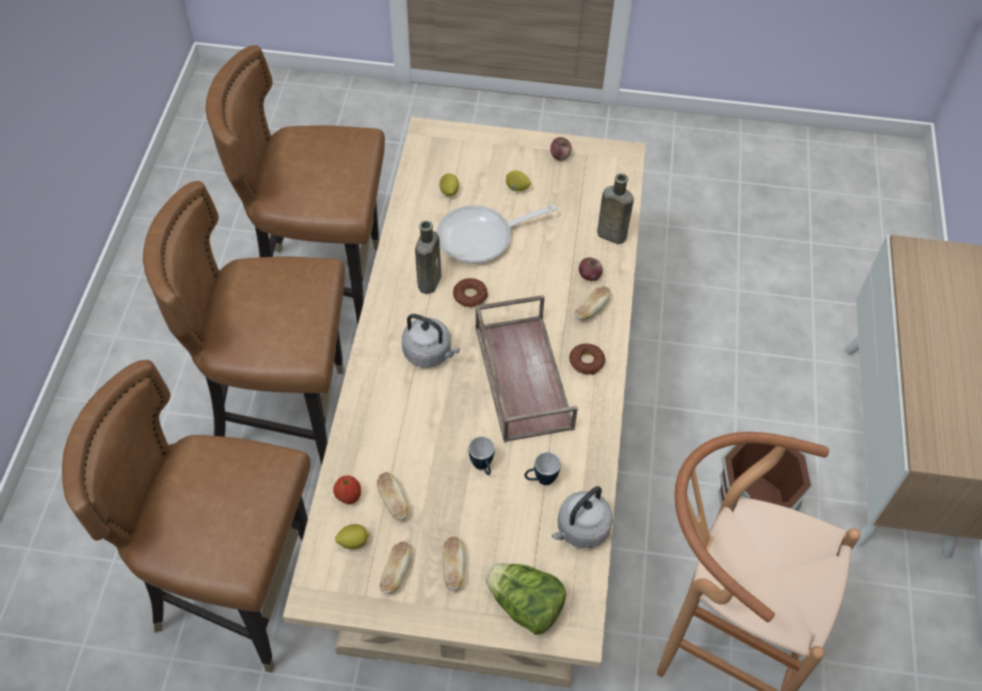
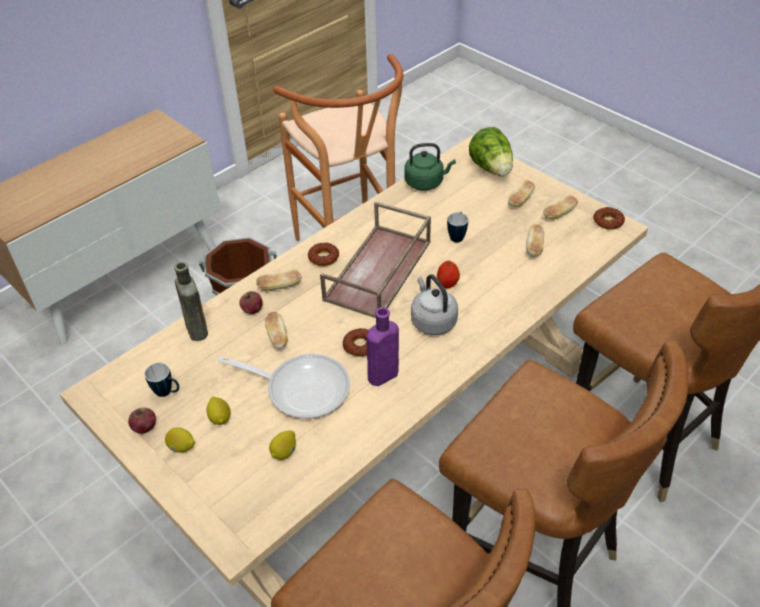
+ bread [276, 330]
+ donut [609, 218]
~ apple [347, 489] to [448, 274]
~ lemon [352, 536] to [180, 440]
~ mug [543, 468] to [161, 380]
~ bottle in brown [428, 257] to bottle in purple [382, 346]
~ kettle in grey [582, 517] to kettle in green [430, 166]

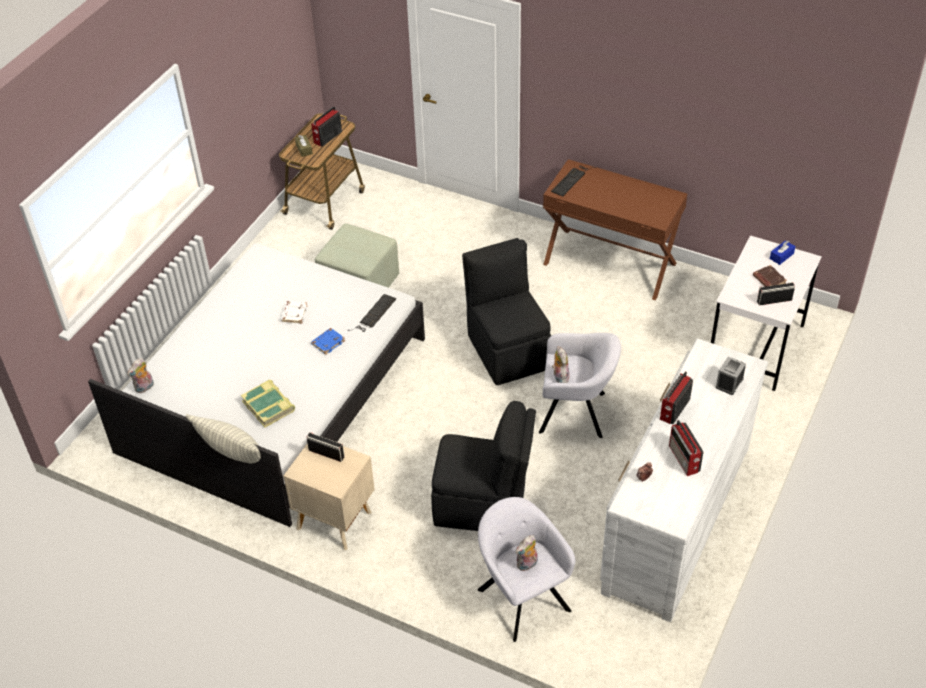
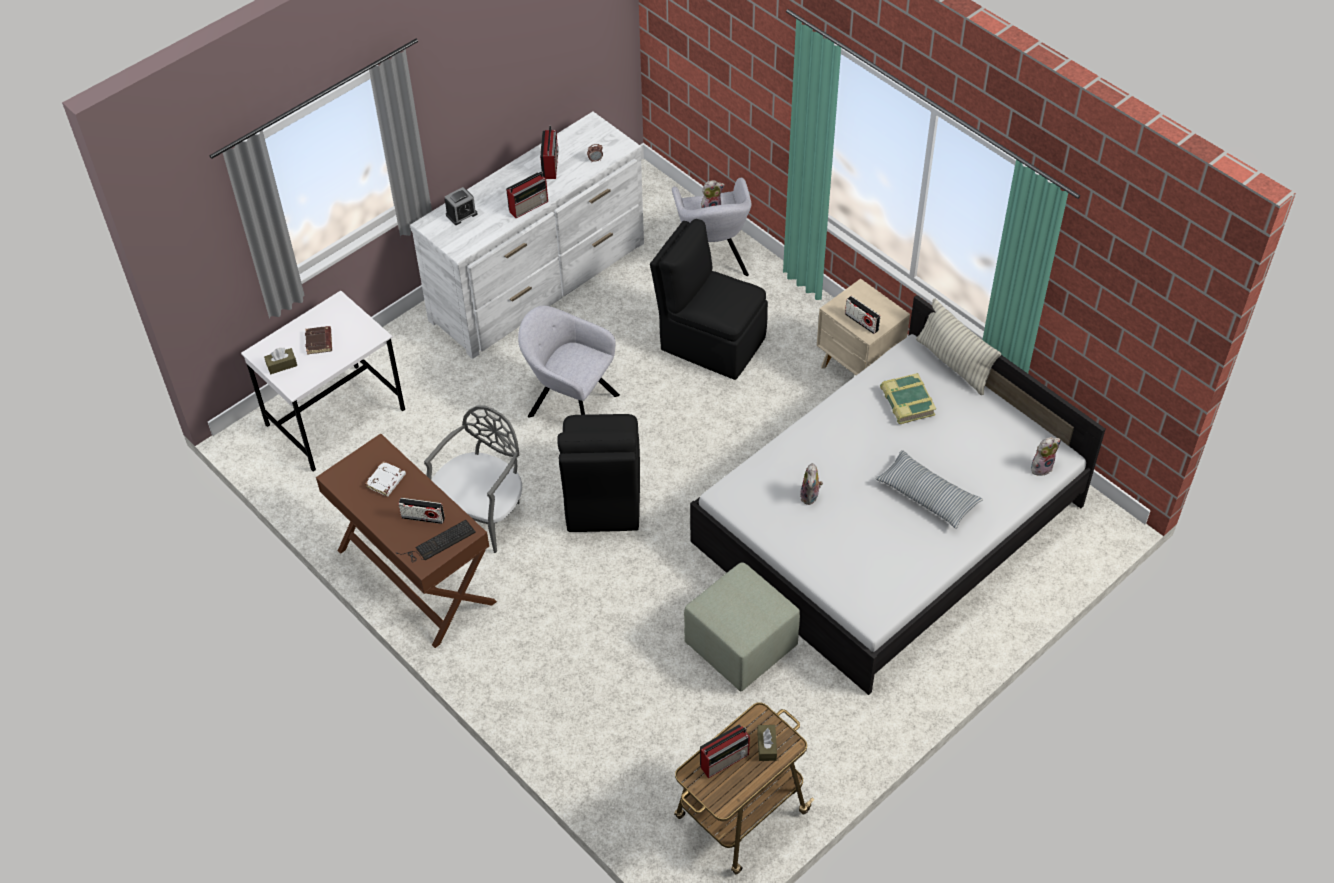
- book in blue [328, 341]
- keyboard [372, 313]
+ chair in grey [473, 479]
+ pillow [929, 489]
~ book in white [294, 312] to [386, 478]
~ plush toy [561, 364] to [811, 484]
~ radio [776, 293] to [421, 511]
~ tissue box in blue [783, 252] to tissue box in brown [280, 361]

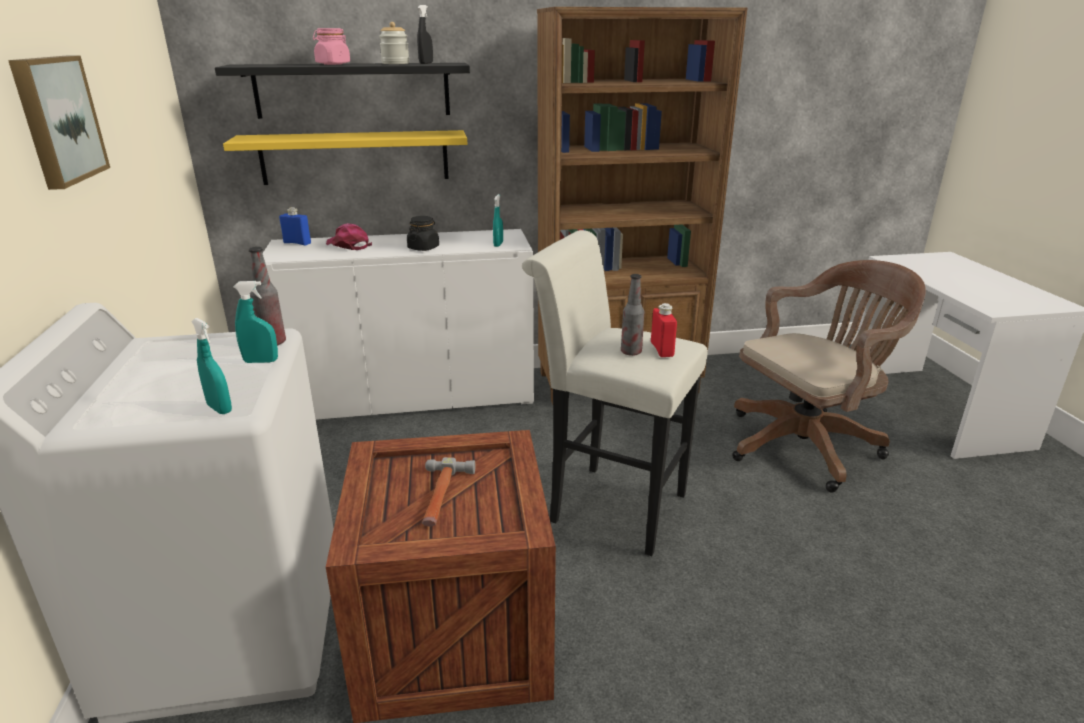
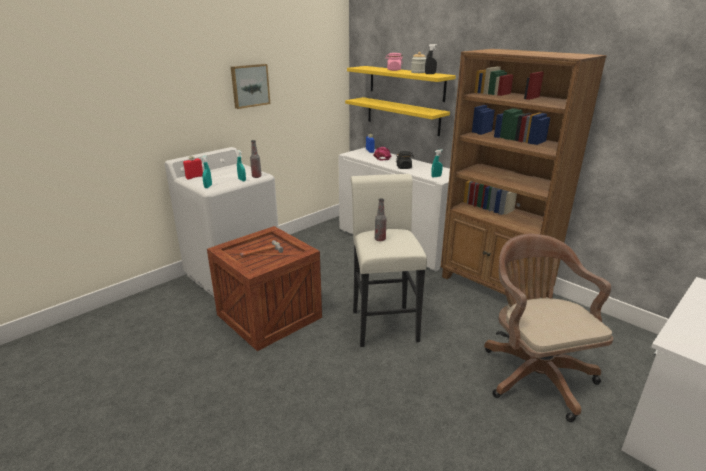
~ bottle in red [664, 330] to [193, 167]
~ shelf in black [342, 91] to shelf in yellow [401, 84]
~ office chair in brown [829, 376] = [548, 328] 135 degrees counterclockwise

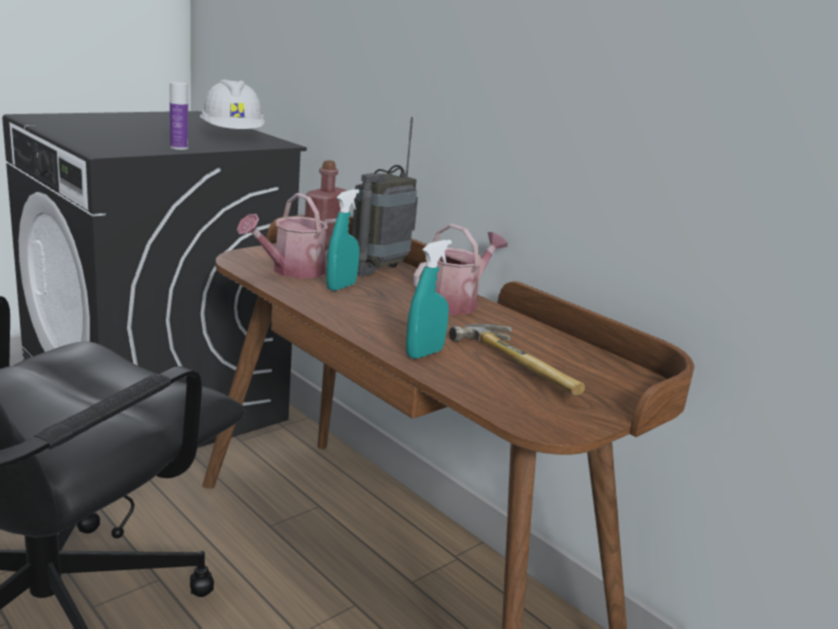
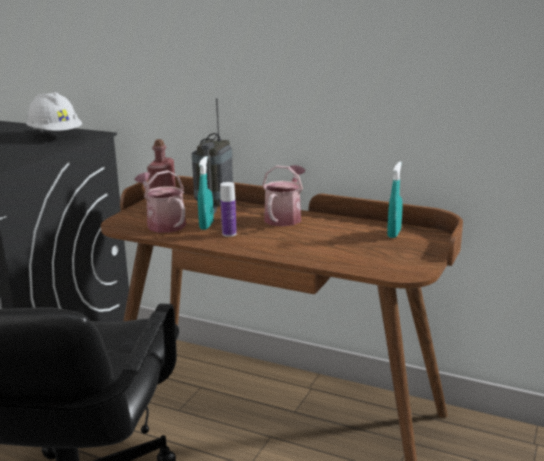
- hammer [517, 360]
~ bottle [179, 116] to [228, 209]
~ spray bottle in turquoise [429, 299] to [395, 200]
~ watering can [286, 236] = [160, 201] 120 degrees clockwise

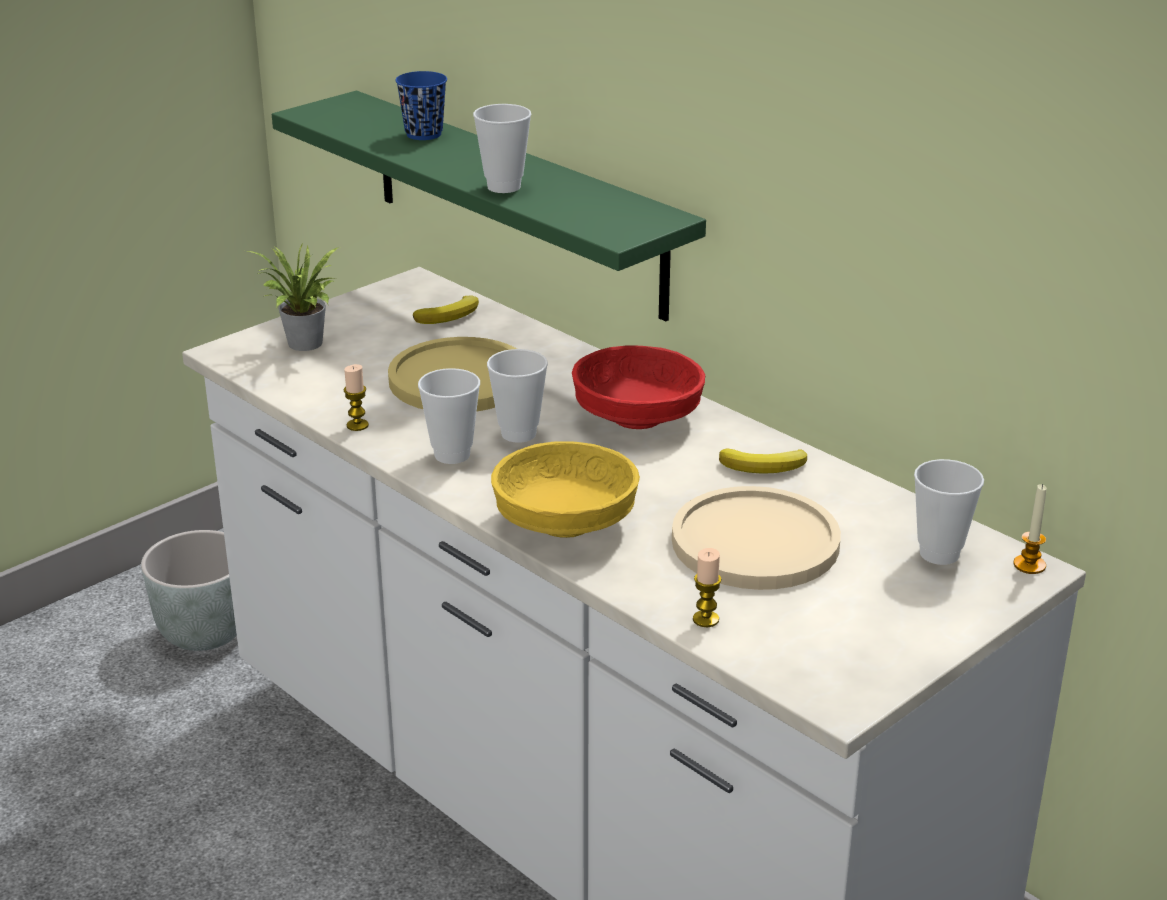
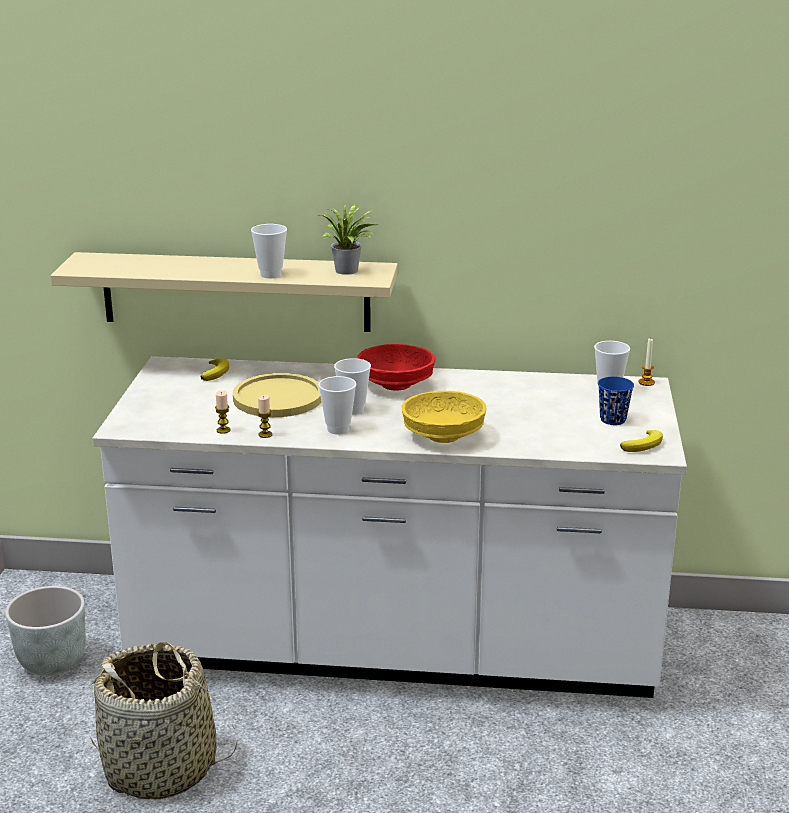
- plate in beige [756, 538]
+ basket [162, 720]
~ potted plant [293, 296] to [348, 238]
~ cup in blue [421, 105] to [616, 401]
~ candle [707, 587] to [223, 412]
~ banana [763, 461] to [641, 441]
~ shelf in green [489, 206] to shelf in beige [224, 292]

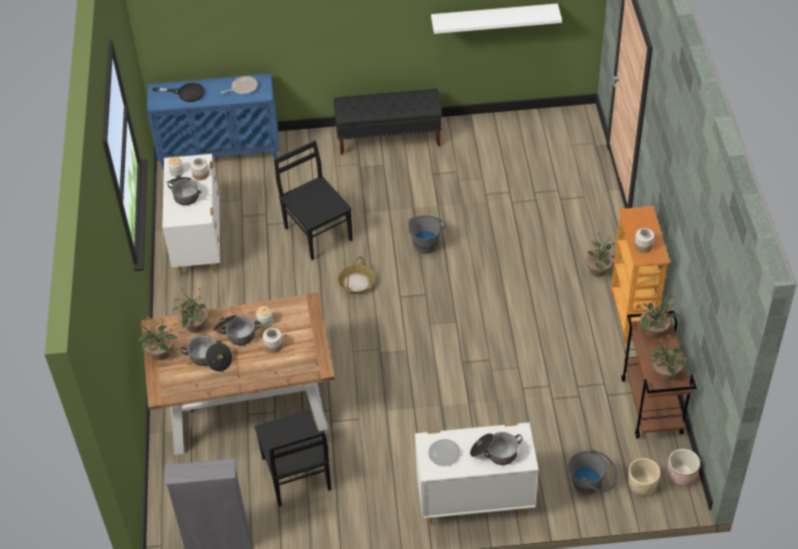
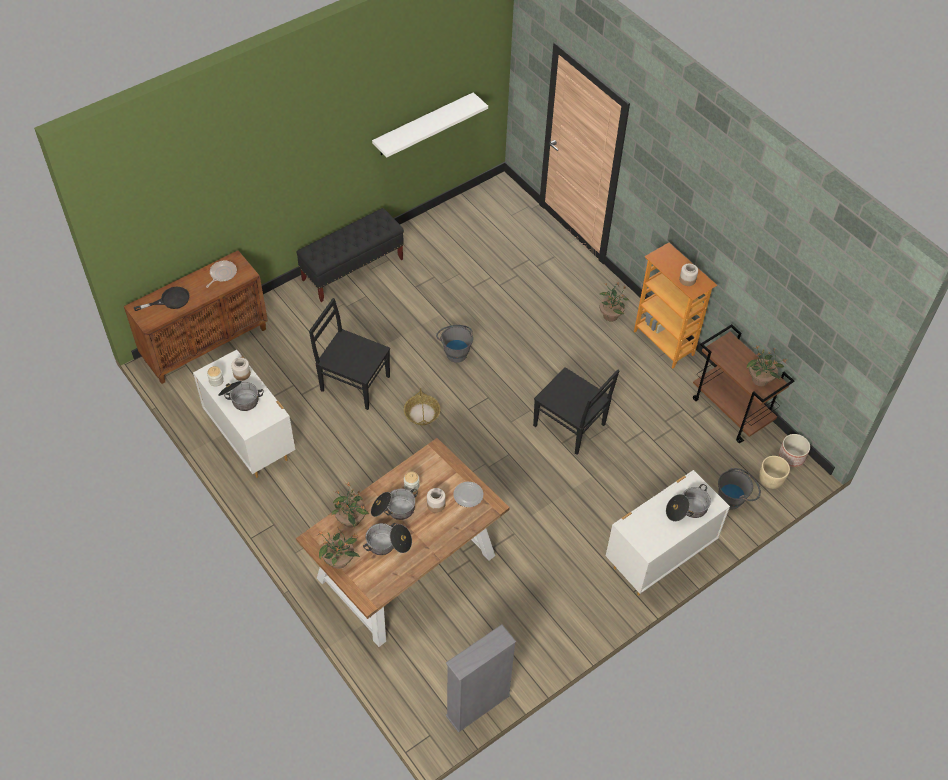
- potted plant [658, 316]
~ chair in black [292, 458] to [576, 411]
~ plate [444, 452] to [468, 494]
~ cabinet in blue [213, 121] to cabinet in brown [196, 317]

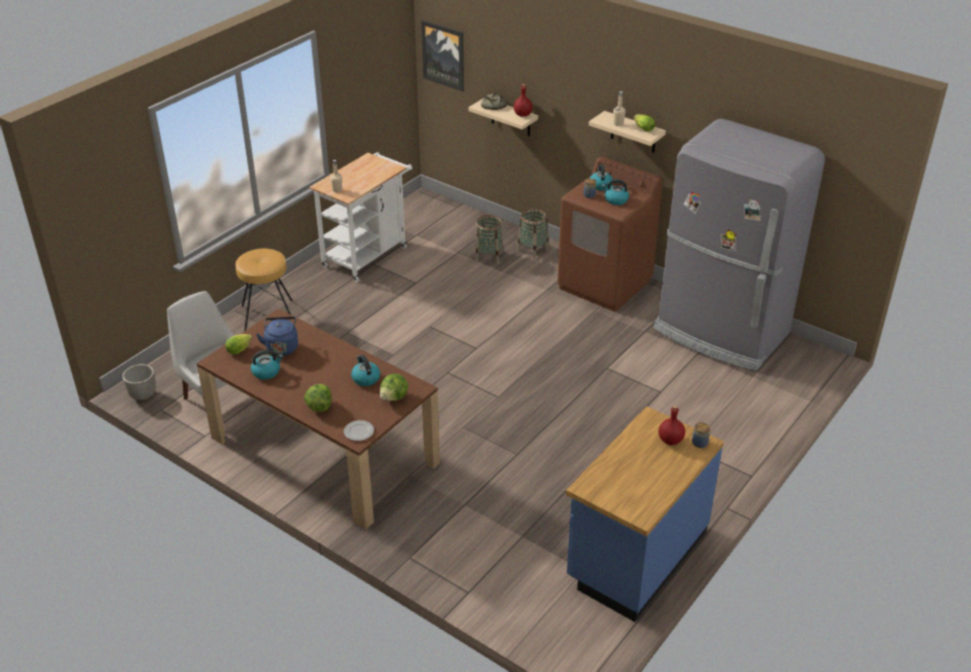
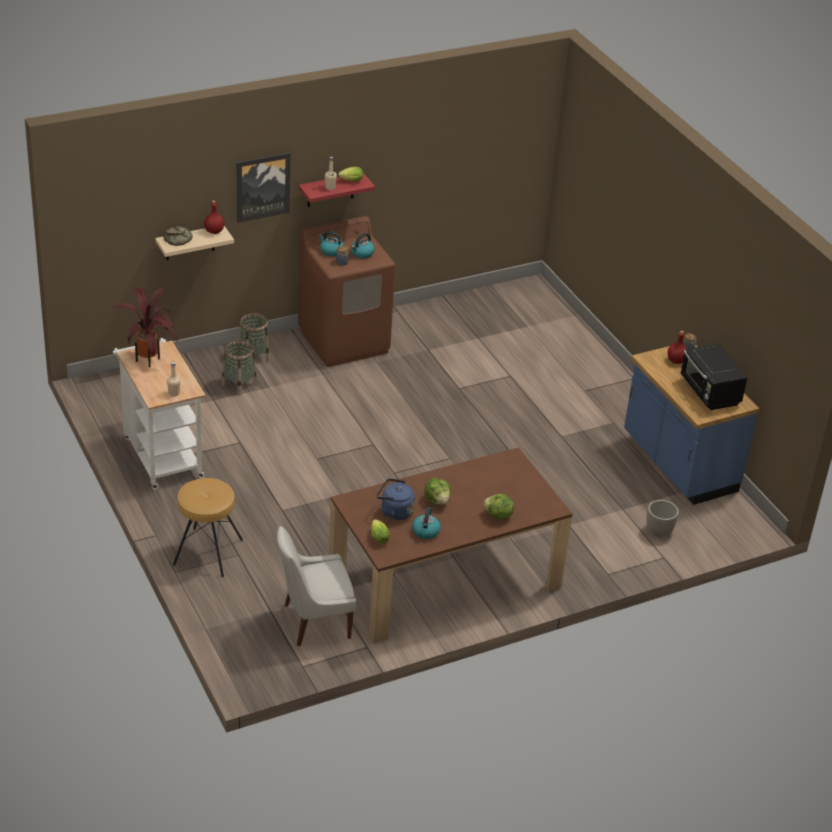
- plate [359, 430]
- kettle [365, 370]
- fridge in grey [739, 245]
+ potted plant [145, 326]
+ microwave in black [713, 376]
~ planter [139, 382] to [663, 518]
~ lettuce [394, 387] to [438, 491]
~ picture [442, 55] to [264, 188]
~ shelf in beige [627, 132] to shelf in red [337, 190]

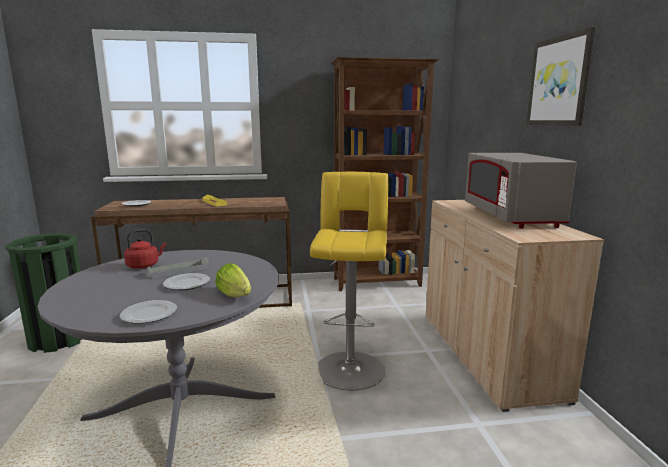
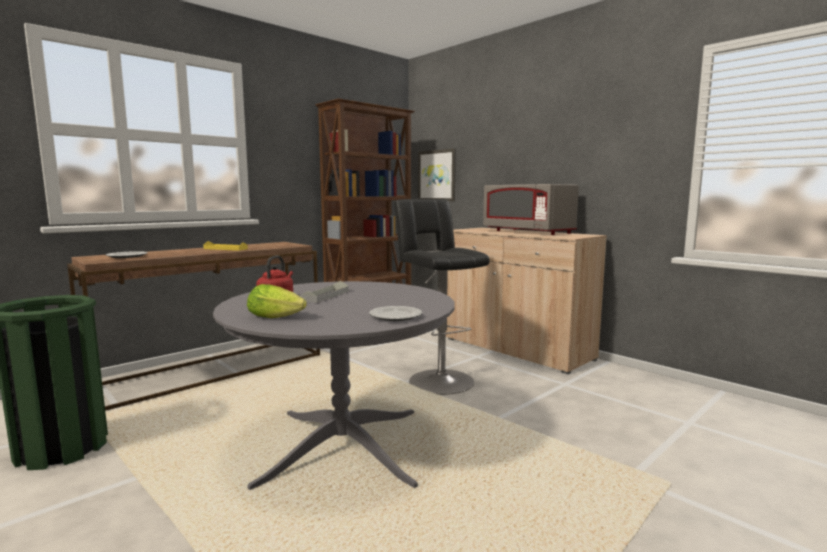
- plate [186, 281]
~ lettuce [233, 280] to [277, 301]
~ picture [561, 76] to [437, 174]
~ stool in yellow [349, 281] to stool in black [441, 297]

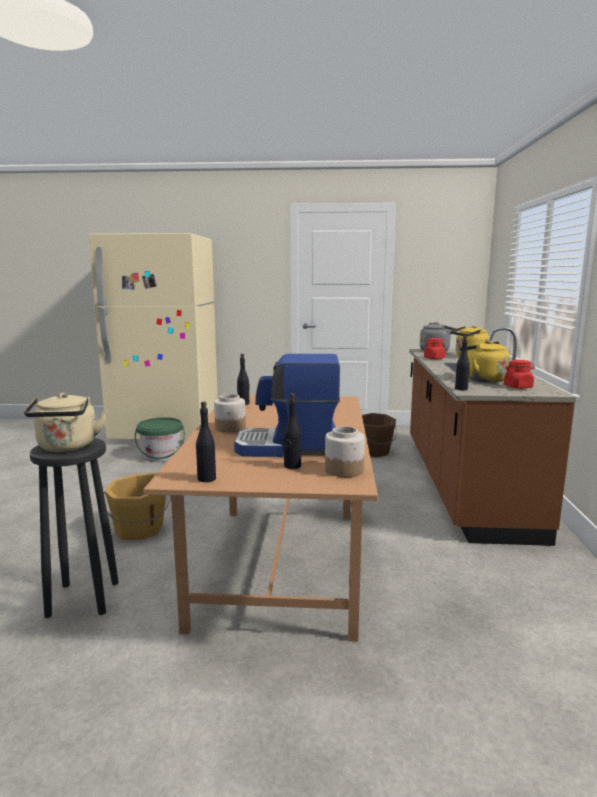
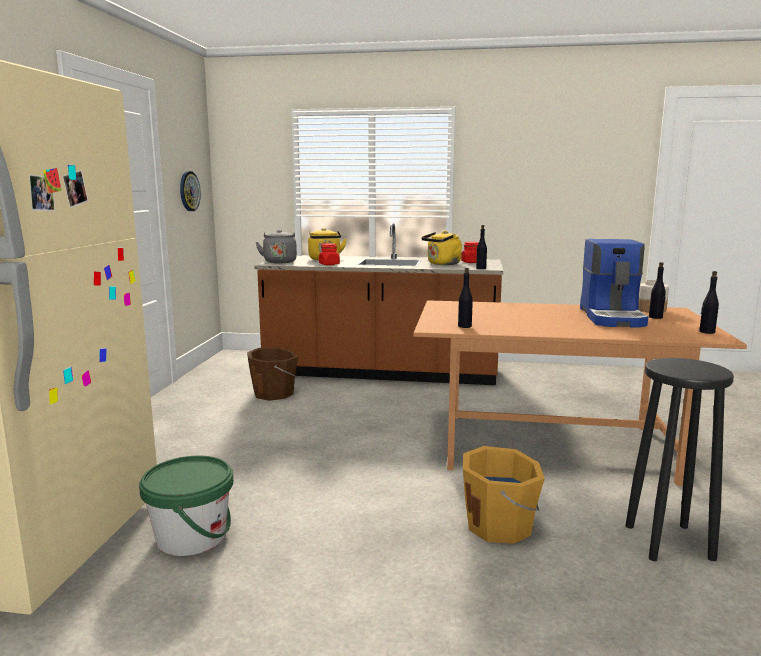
- kettle in beige [65, 422]
- jar [230, 413]
+ wall clock [190, 191]

